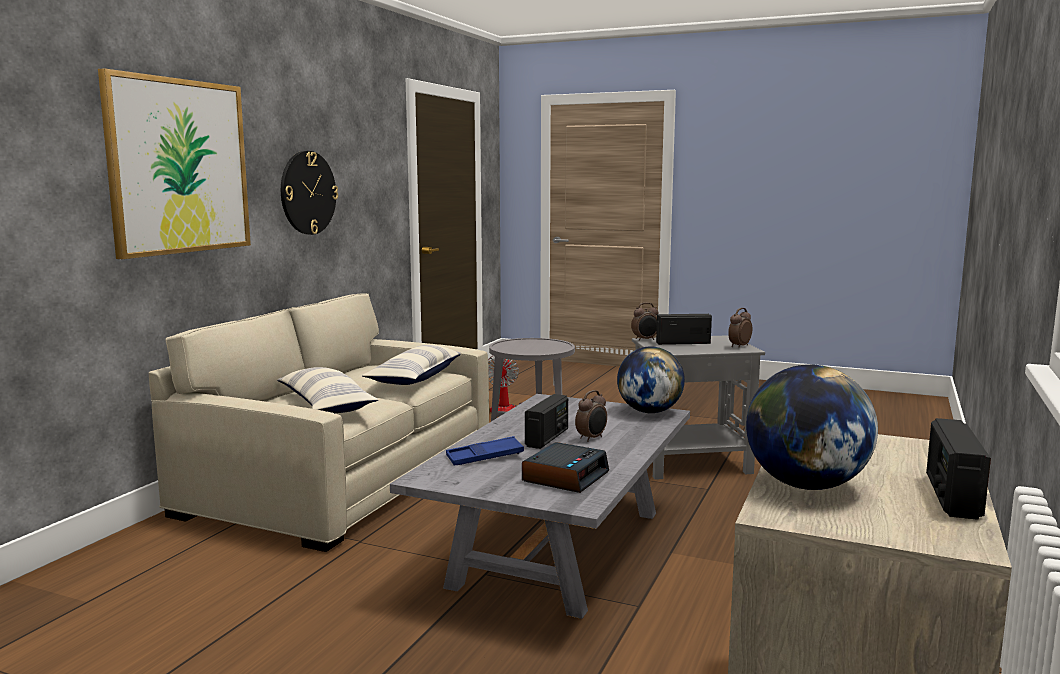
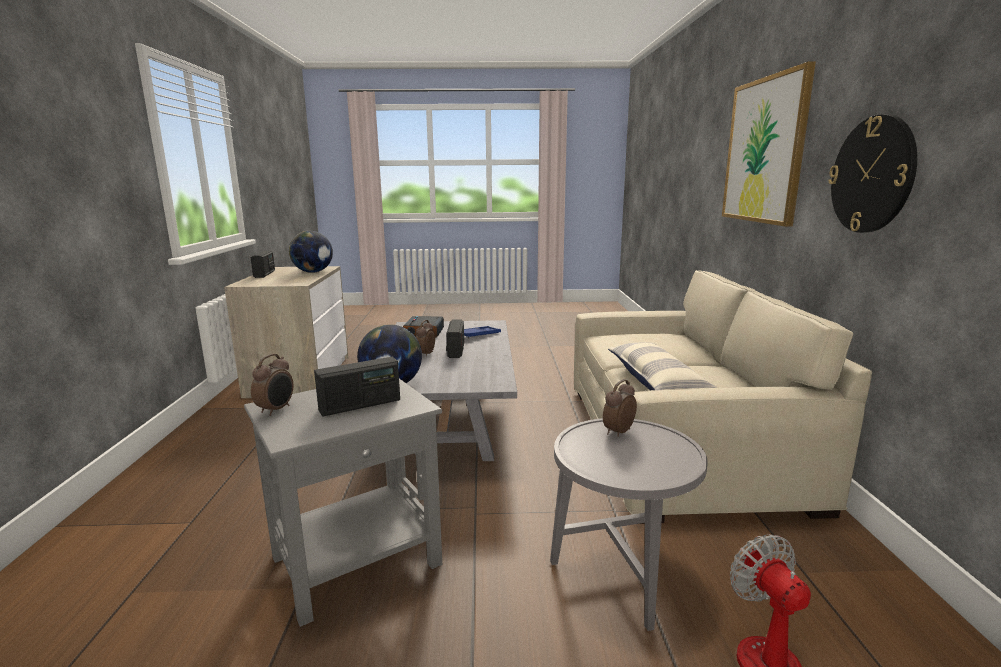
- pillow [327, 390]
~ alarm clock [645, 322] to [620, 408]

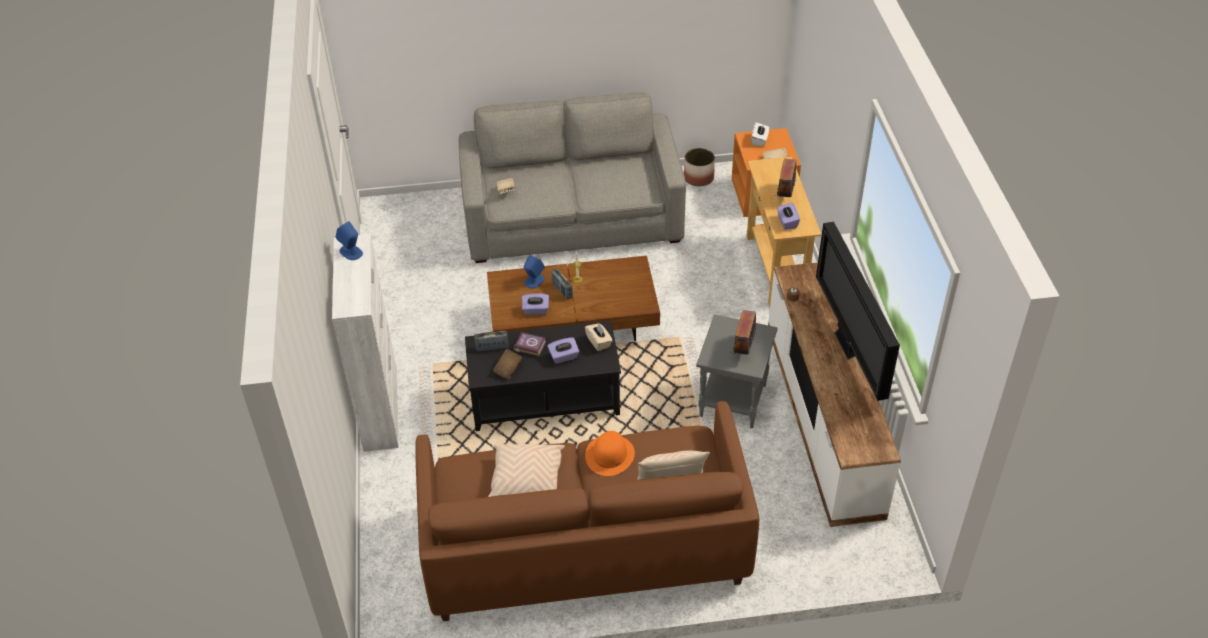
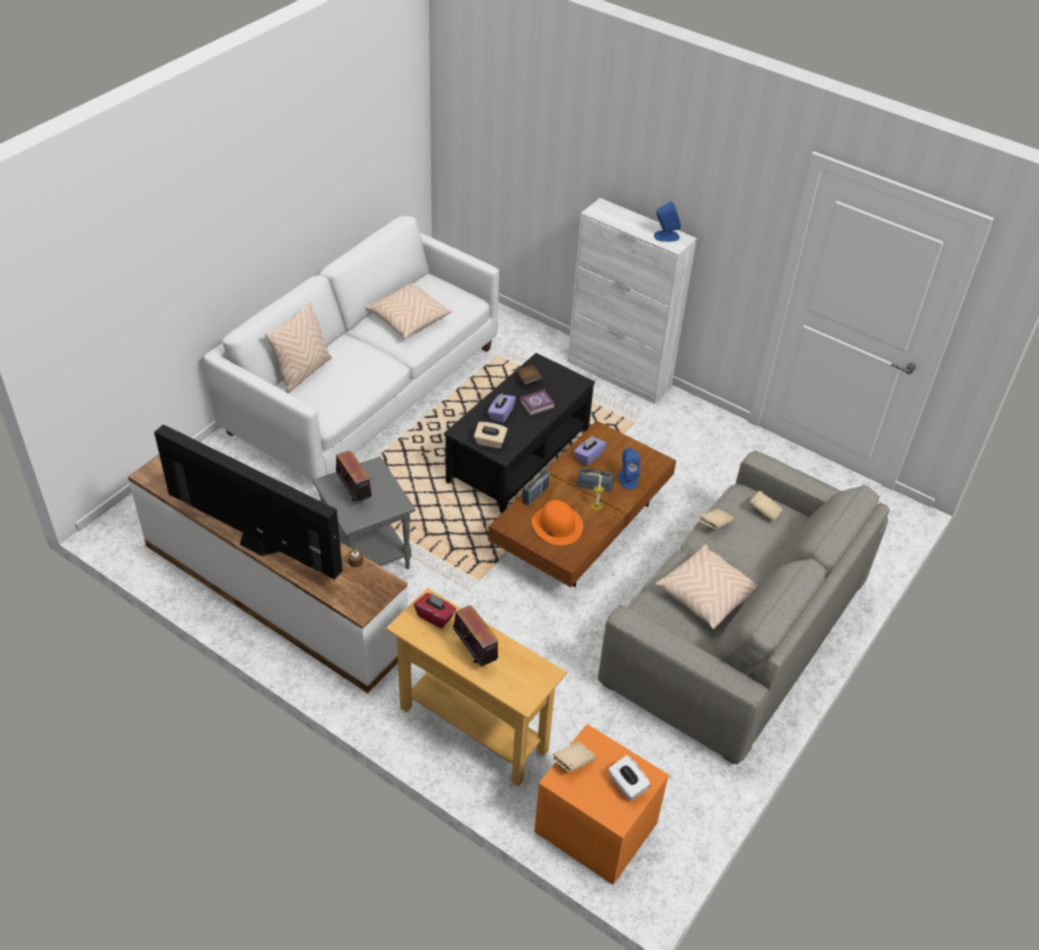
- planter [699, 167]
+ pillow in beige [706, 587]
+ book in beige [717, 519]
~ radio [491, 341] to [536, 488]
~ hat in orange [610, 453] to [557, 522]
~ sofa in brown [587, 511] to sofa in white [351, 348]
~ tissue box in purple [788, 216] to tissue box in red [435, 610]

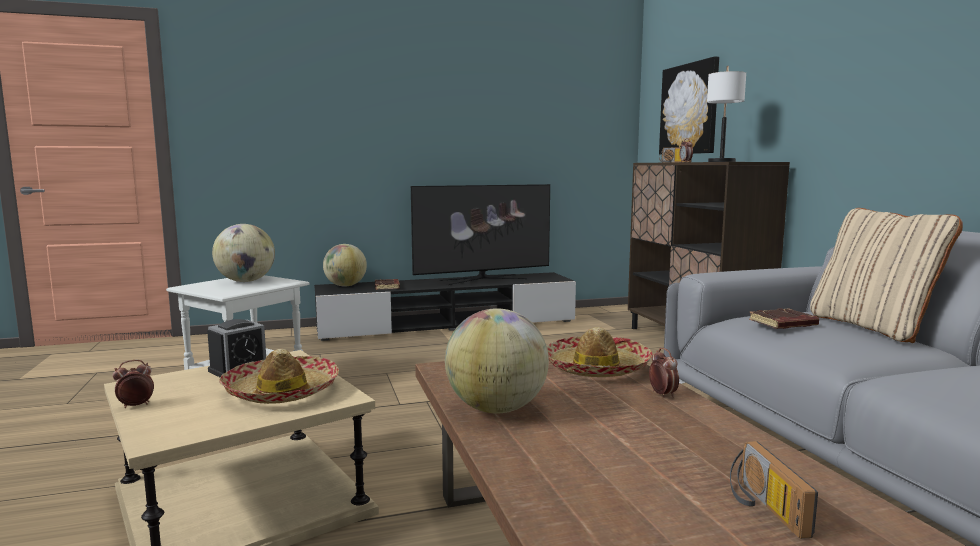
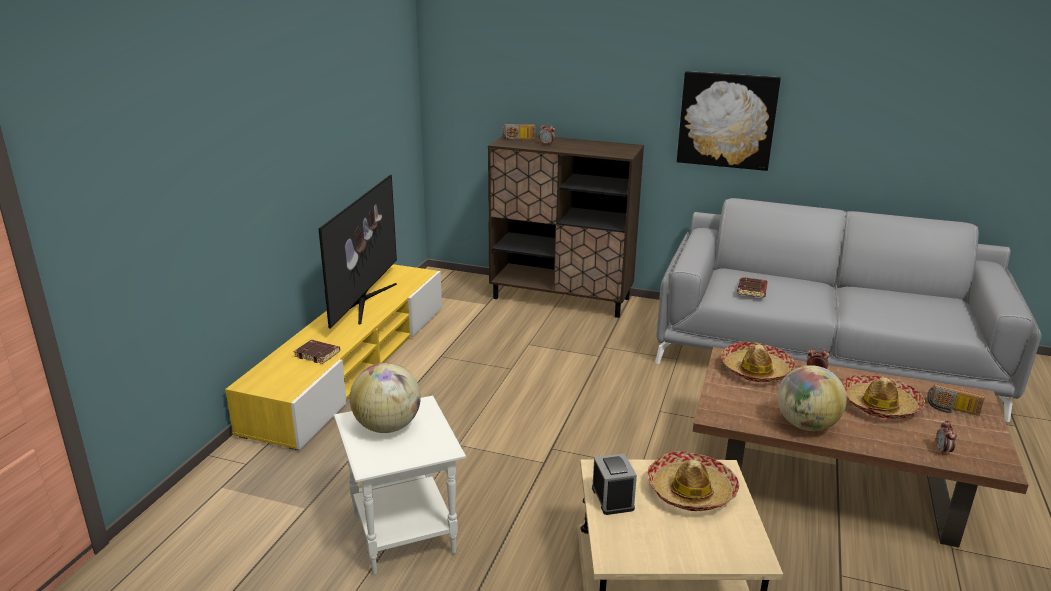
- globe [345, 265]
- table lamp [726, 114]
- pillow in beige [886, 275]
+ hat [884, 397]
~ alarm clock [133, 384] to [946, 438]
~ picture [689, 105] to [729, 121]
~ tv stand in black [445, 306] to tv stand in yellow [333, 357]

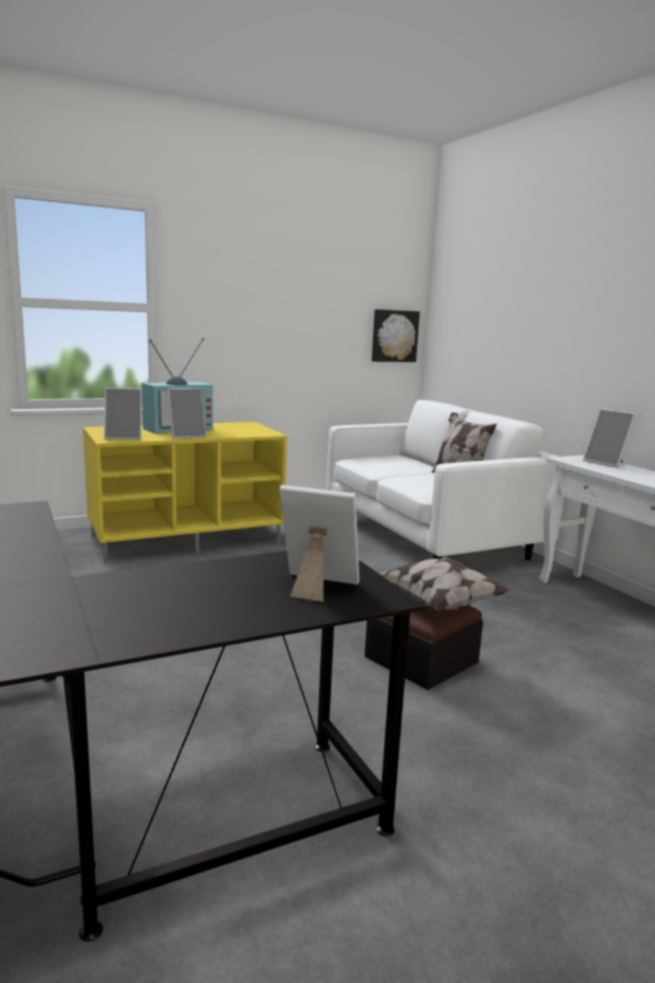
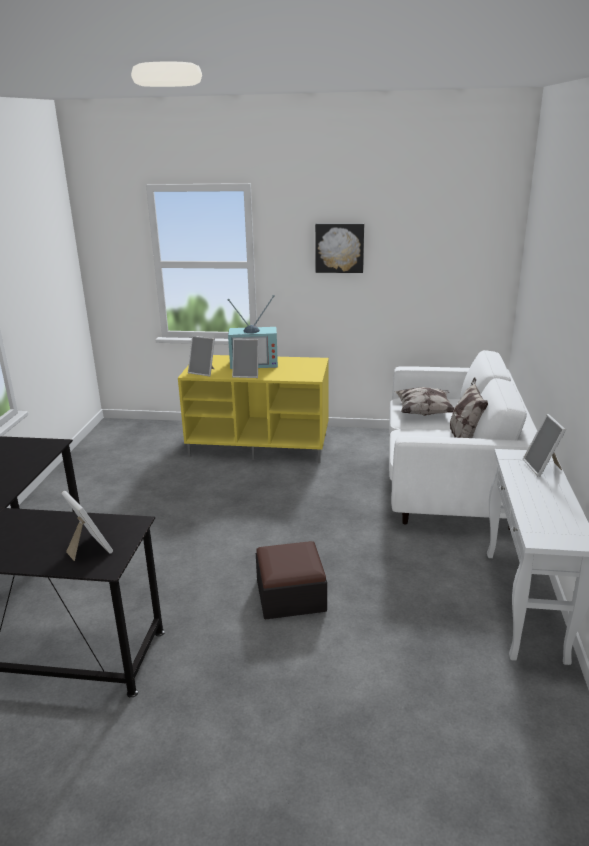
~ picture [396, 335] to [339, 248]
~ pillow [445, 584] to [424, 401]

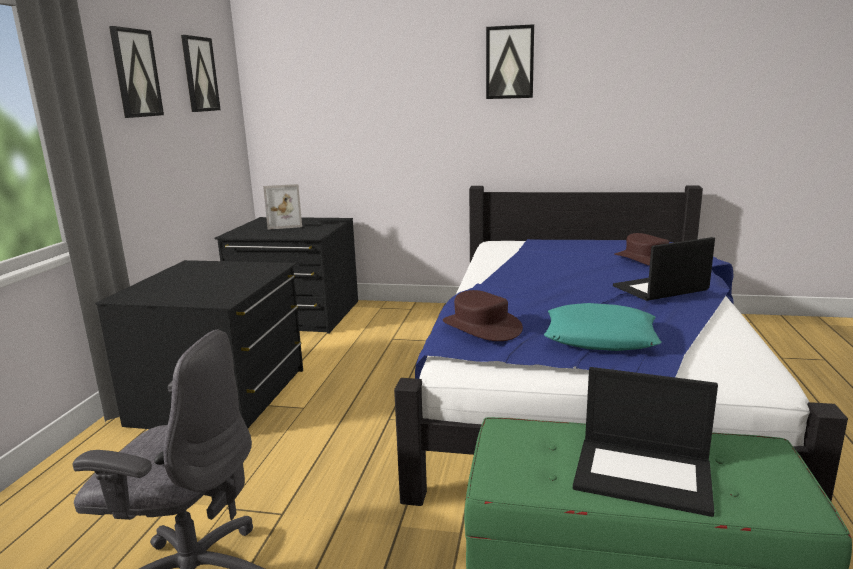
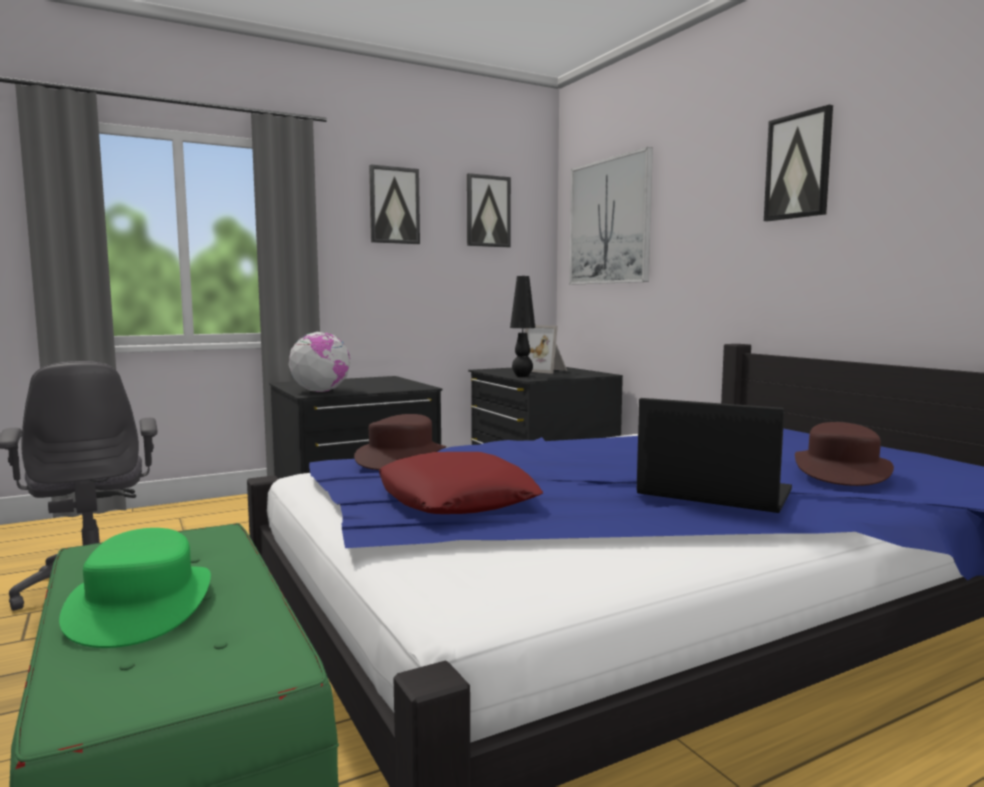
+ globe [319, 362]
+ table lamp in black [522, 326]
+ picture [611, 216]
~ laptop [645, 442] to hat in green [135, 588]
~ pillow in turquoise [603, 327] to pillow in red [461, 483]

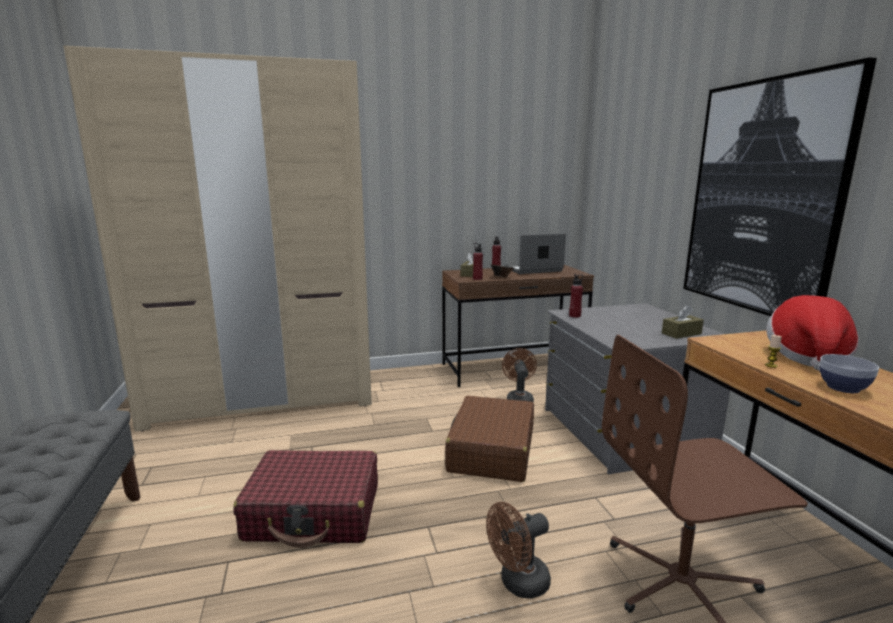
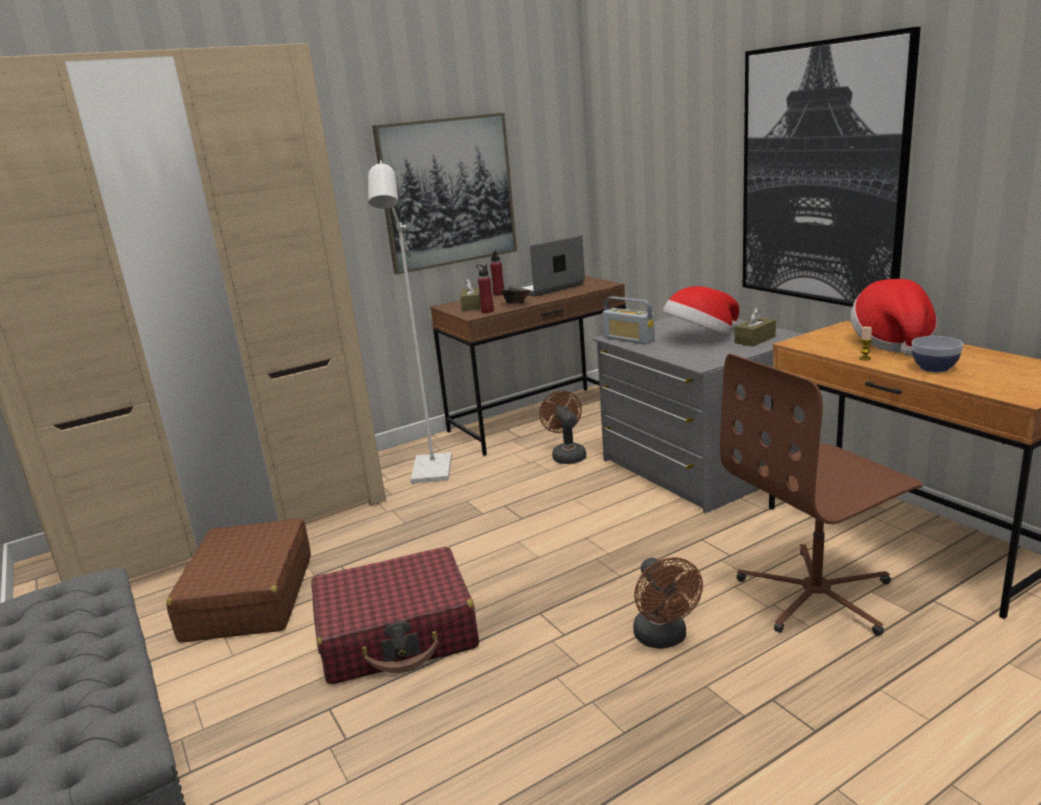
+ floor lamp in white [410, 322]
+ picture [444, 194]
+ hat [701, 311]
~ suitcase in brown [489, 439] to [238, 580]
~ bottle in red [576, 296] to radio [629, 320]
~ fan in brown [518, 550] = [668, 603] 60 degrees counterclockwise

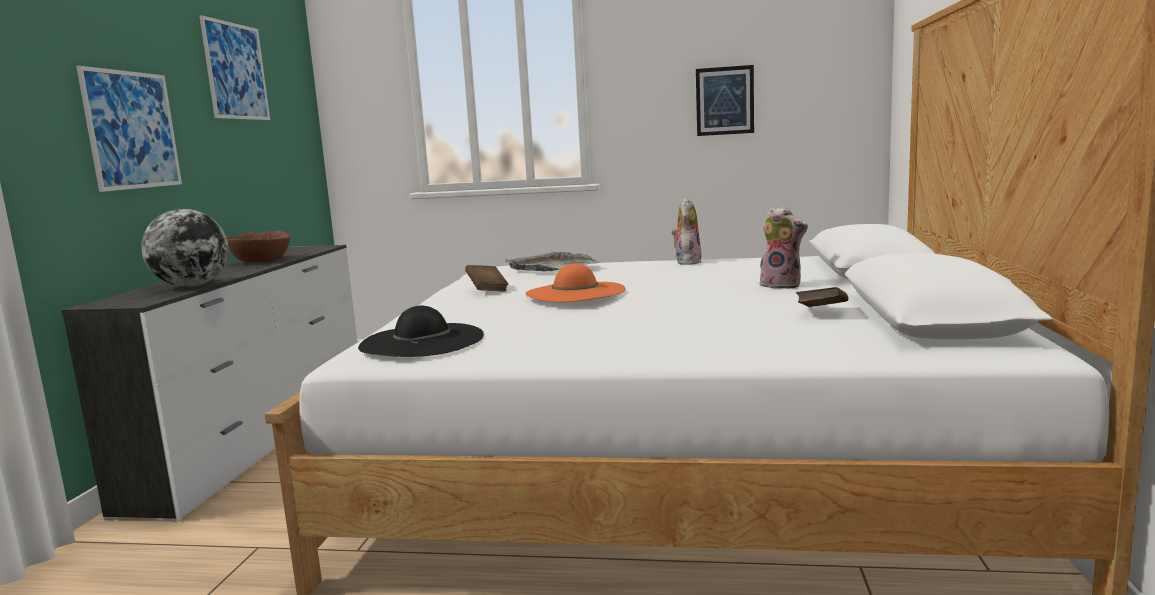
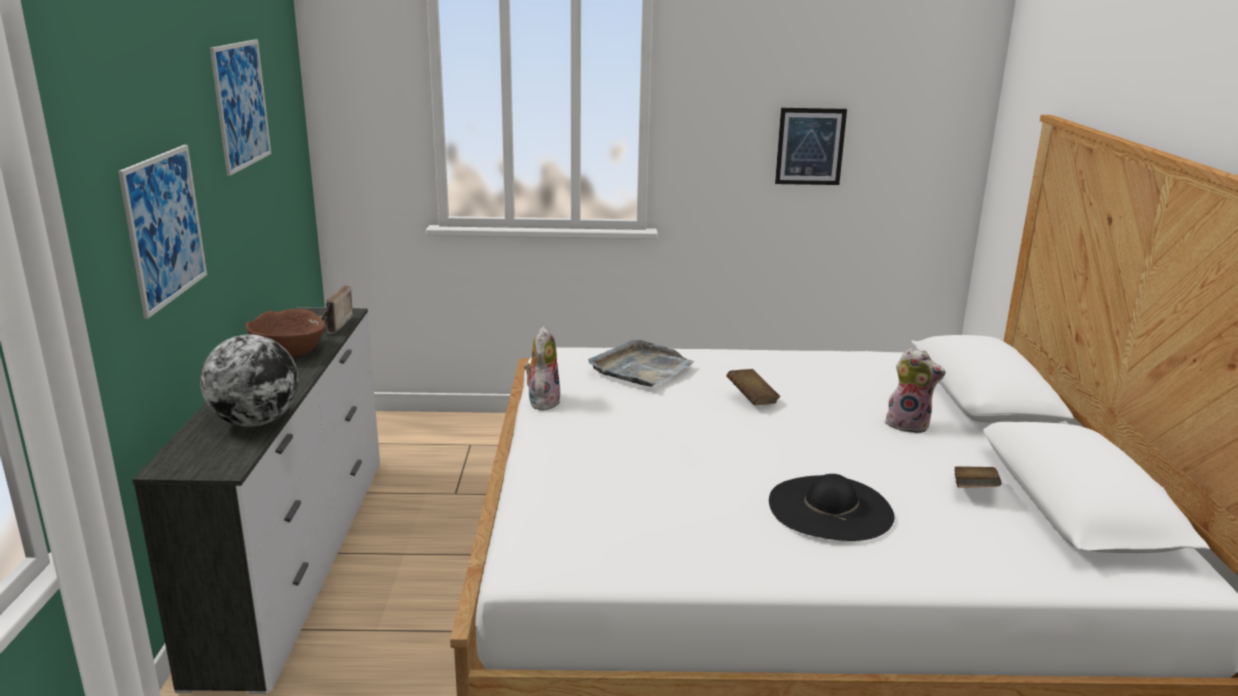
- hat in orange [575, 282]
+ radio [336, 309]
~ hat in black [421, 331] to [831, 507]
~ book in brown [486, 278] to [753, 387]
~ plush toy [687, 231] to [542, 368]

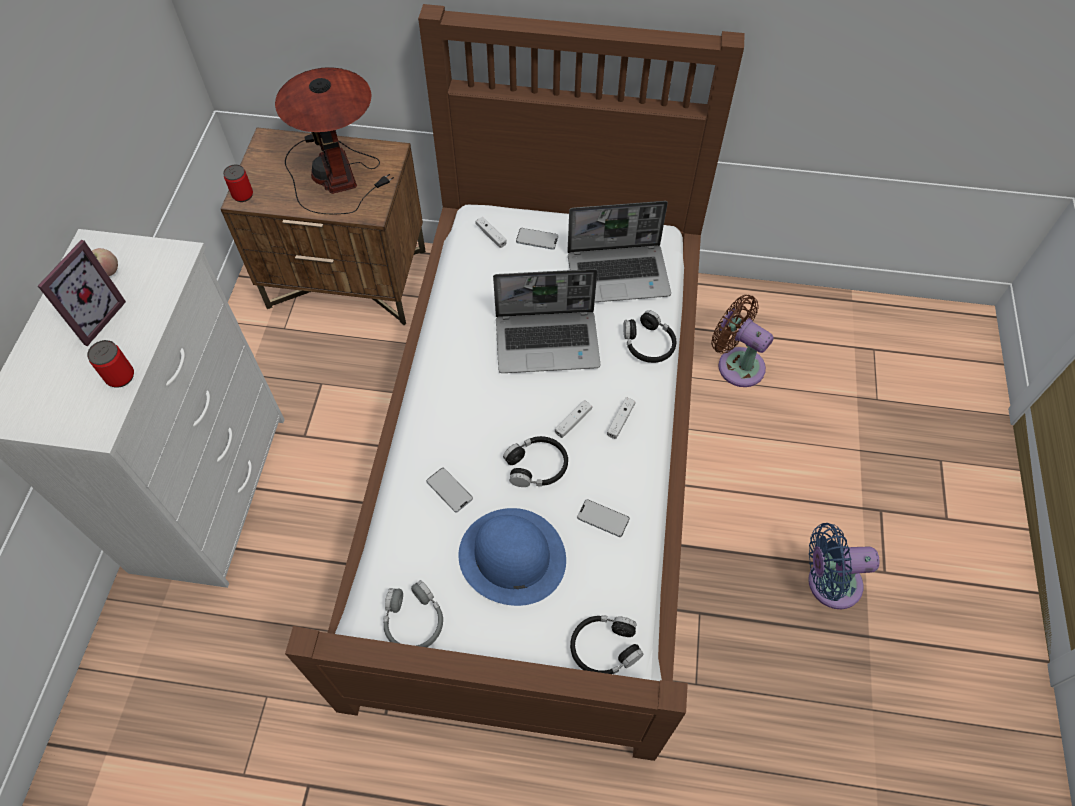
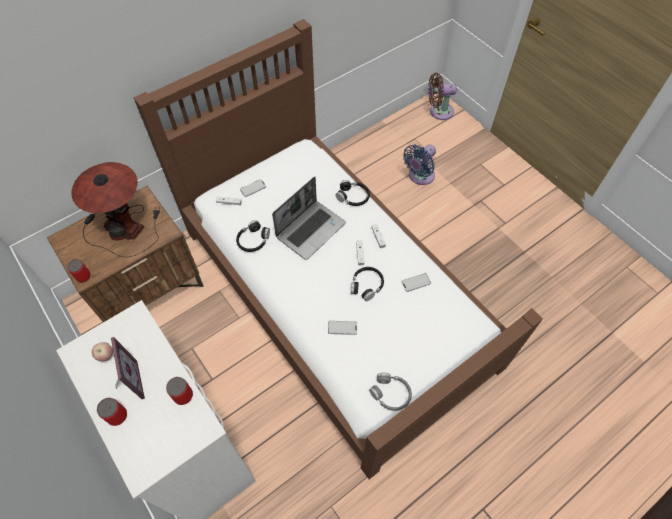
- hat in blue [512, 557]
- laptop [619, 251]
+ can [112, 412]
~ headphones in black [607, 644] to [253, 236]
~ fan in brown [742, 341] to [442, 96]
~ fan in blue [844, 566] to [419, 165]

